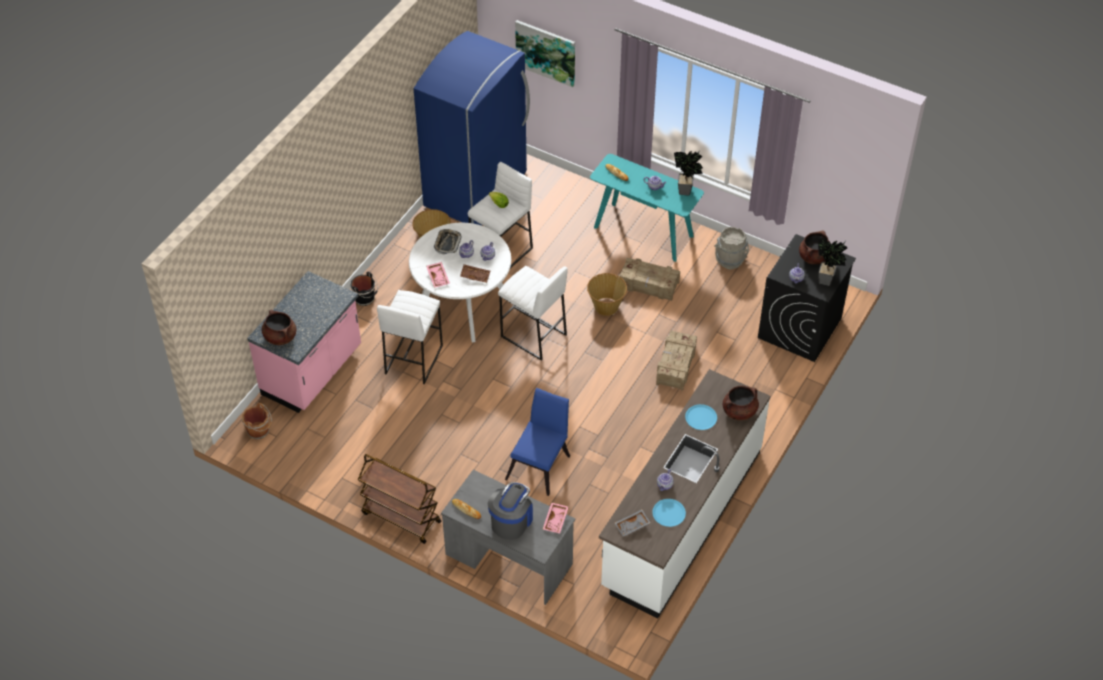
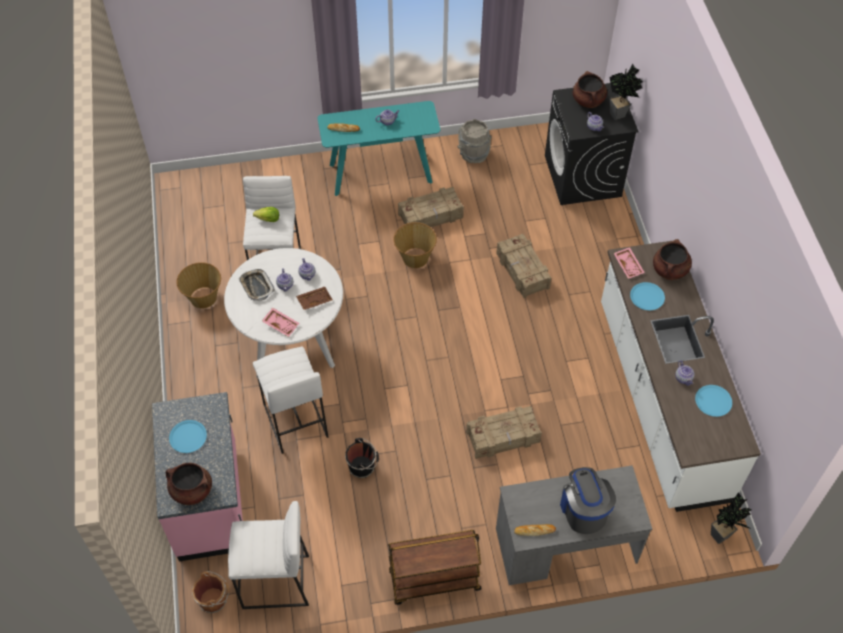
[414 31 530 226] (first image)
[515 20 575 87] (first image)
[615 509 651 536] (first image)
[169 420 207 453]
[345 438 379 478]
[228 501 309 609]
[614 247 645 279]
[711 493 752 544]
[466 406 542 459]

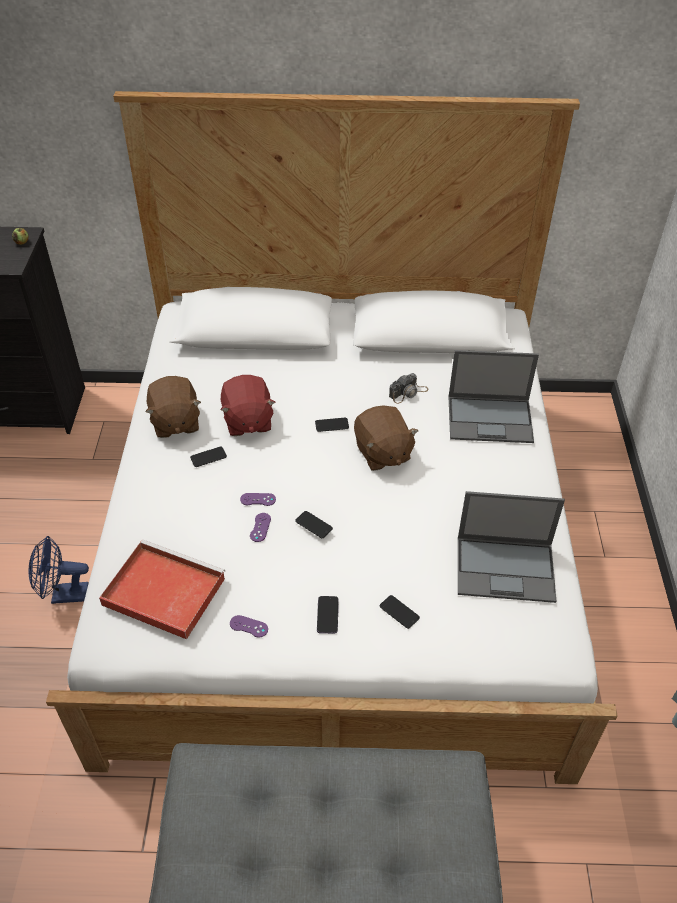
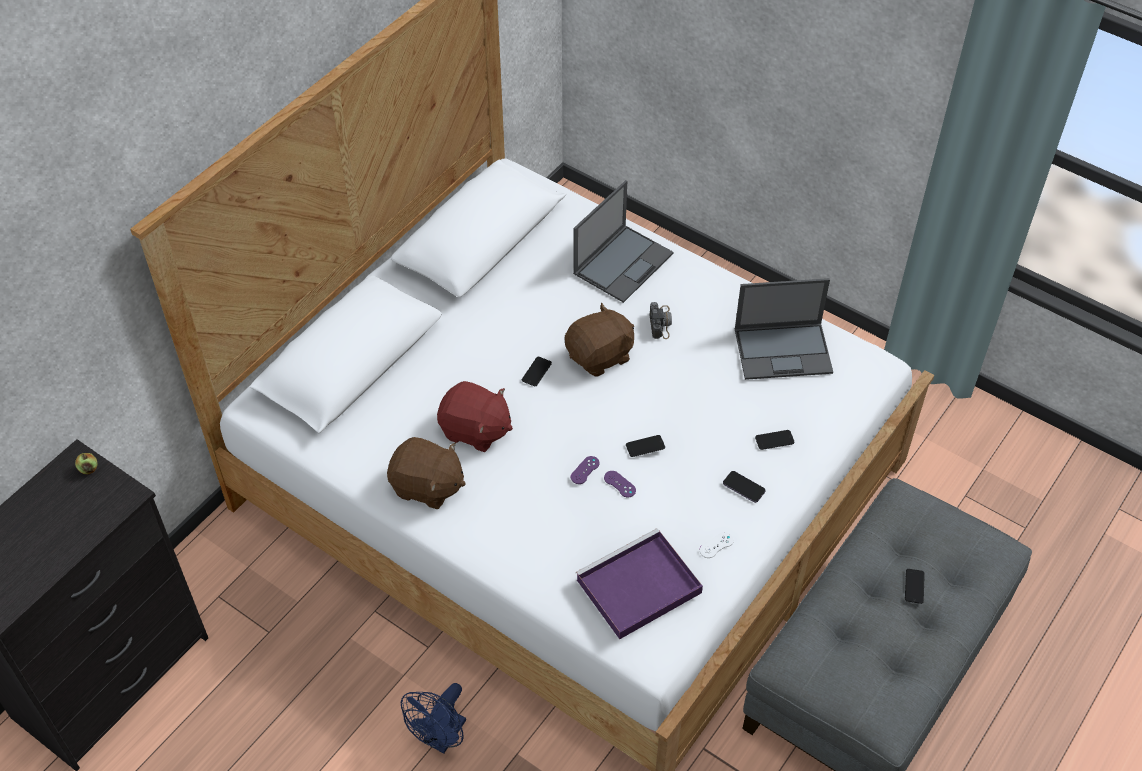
[905 569 925 604]
[649 302 672 339]
[576 528 703 639]
[700 532 734 558]
[565 303 634 377]
[735 278 833 380]

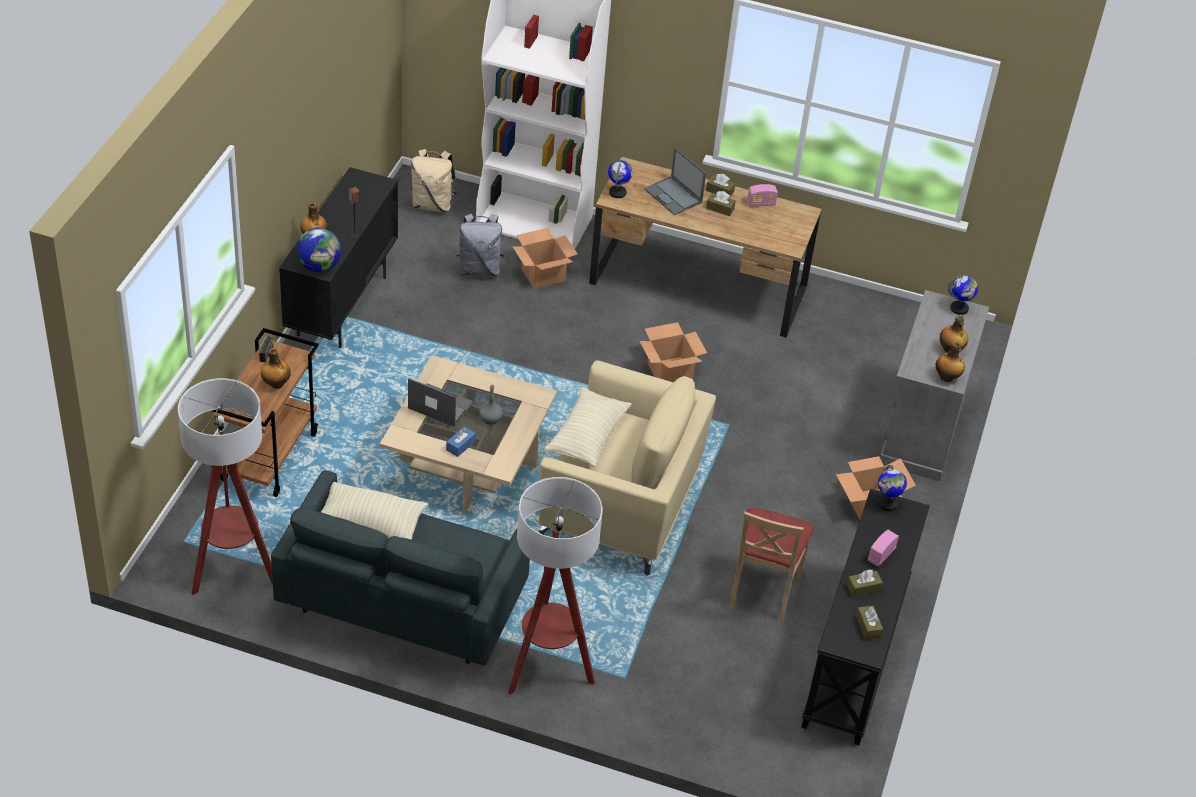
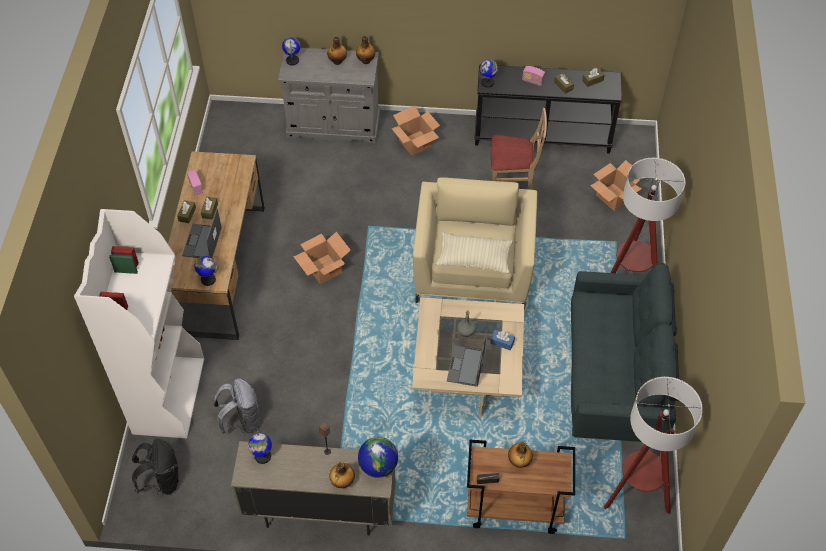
[321 482 428 540] (first image)
[248 430 272 464]
[591 160 642 211]
[231 441 396 536]
[132 439 179 495]
[182 208 222 258]

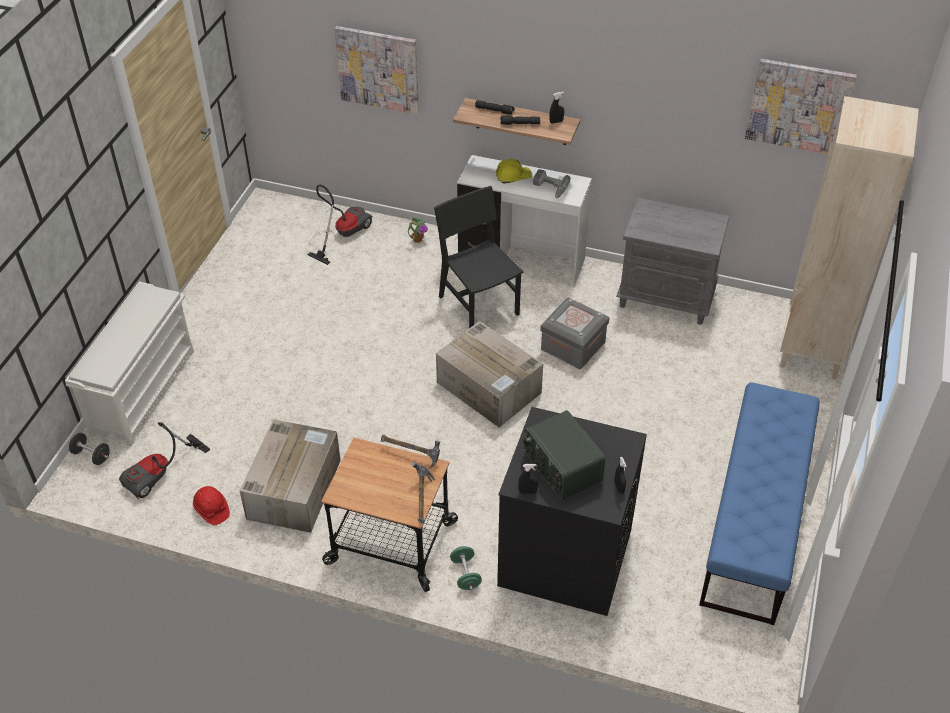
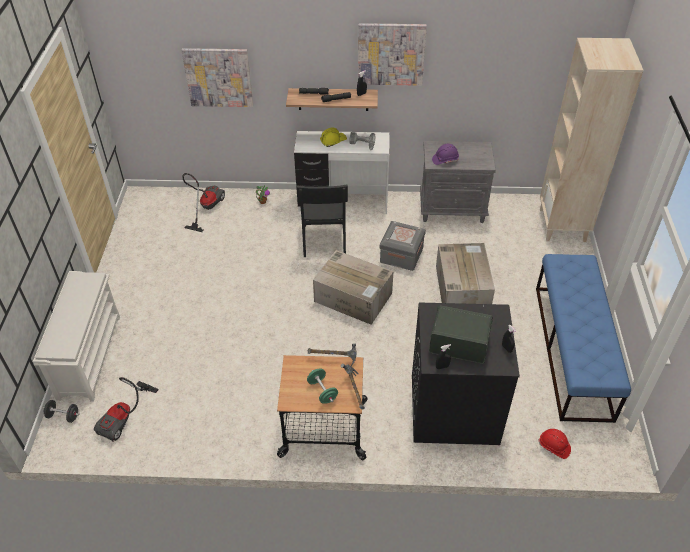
[432 144 459 165]
[539 429 571 459]
[436 243 495 304]
[307 369 338 404]
[358 23 427 86]
[296 184 348 257]
[429 306 493 364]

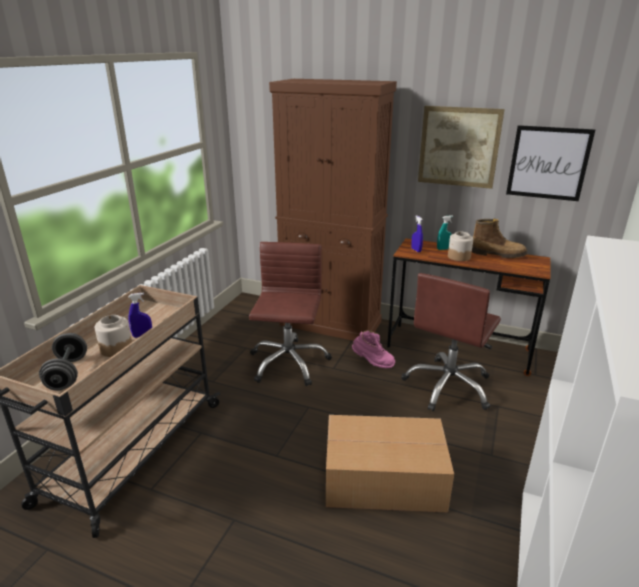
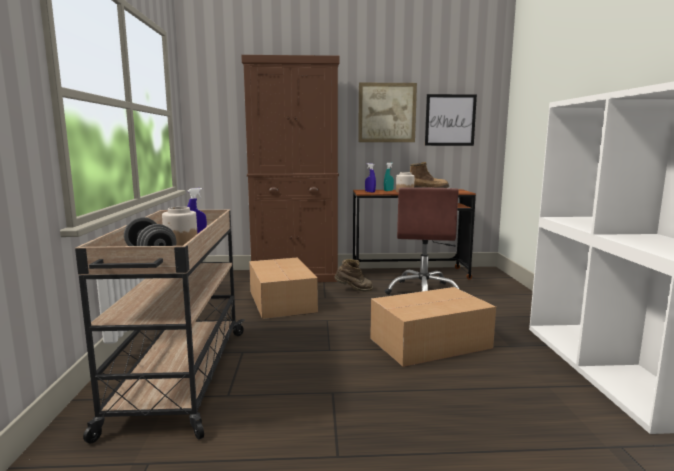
[249 257 318 319]
[334 259 373 291]

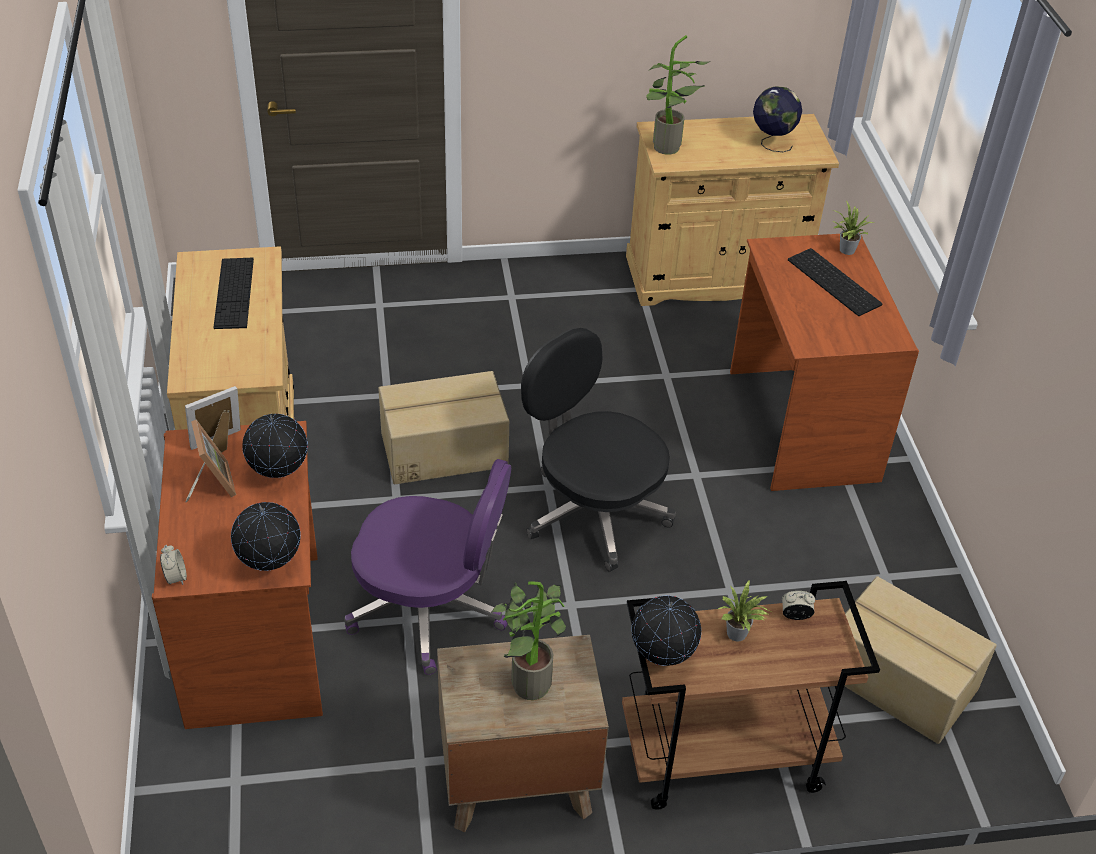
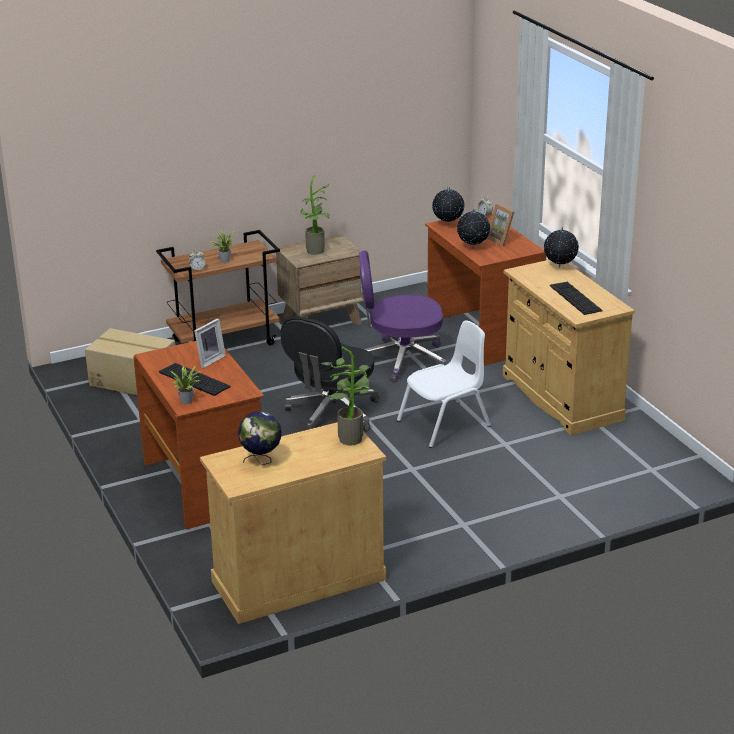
[194 318 226 368]
[544 227 579 268]
[397 320 491 448]
[280 316 379 431]

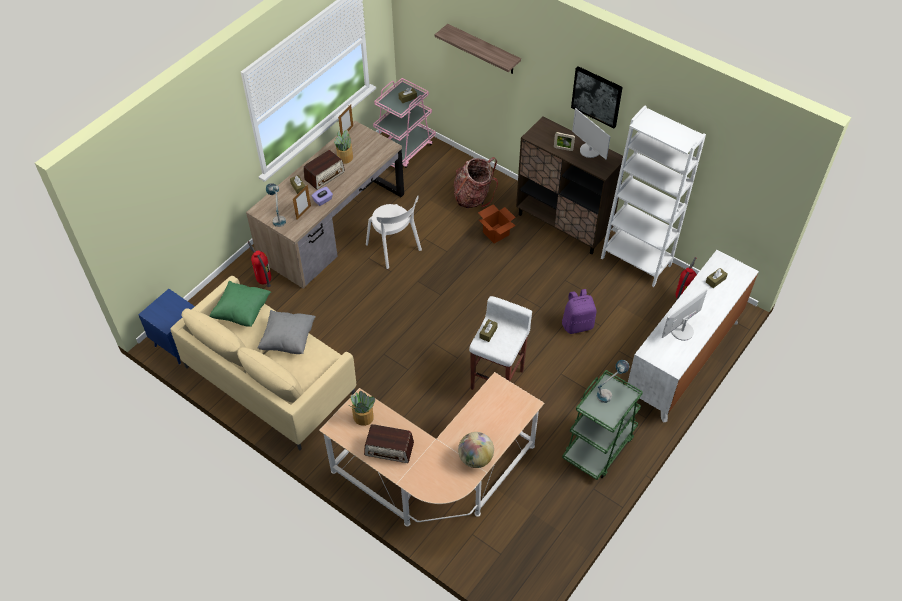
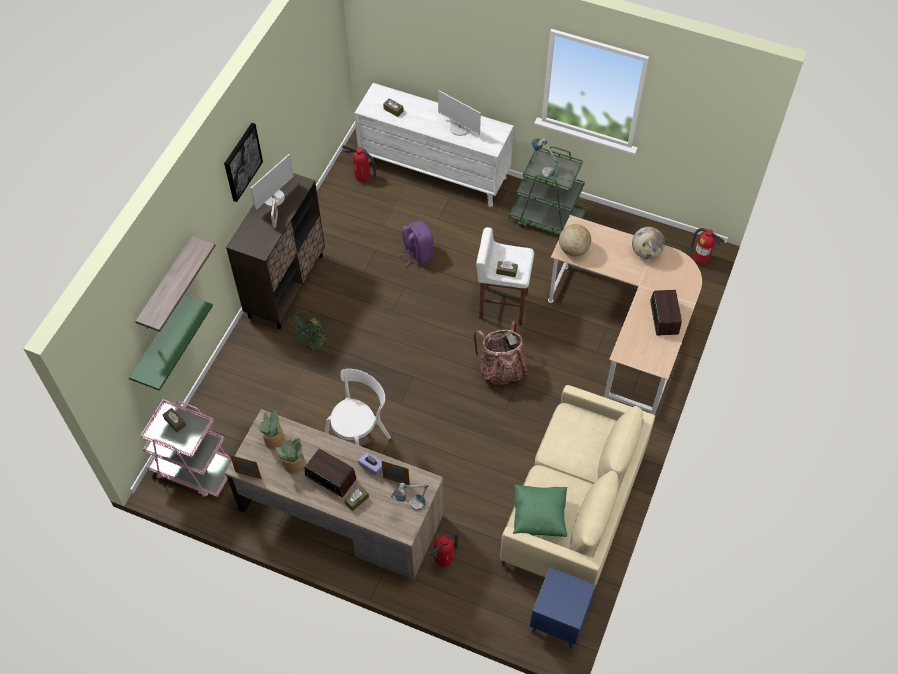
[258 310 316 354] (first image)
[601 106 706 287] (first image)
[129 294 213 391]
[559 224 591 256]
[690 228 725 264]
[259 411 284 449]
[474 320 528 388]
[289 310 332 351]

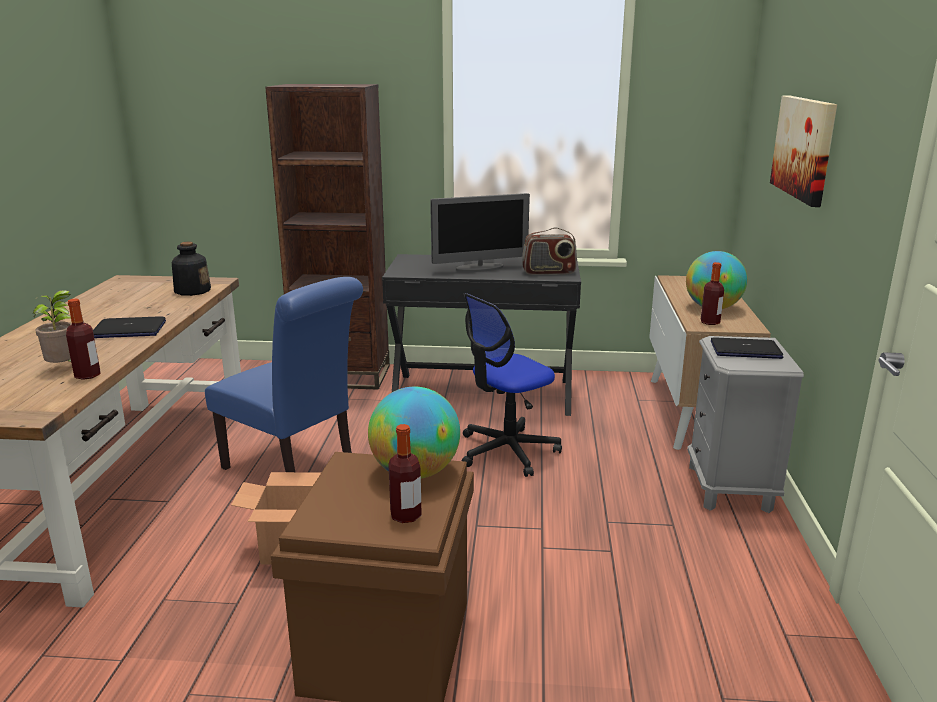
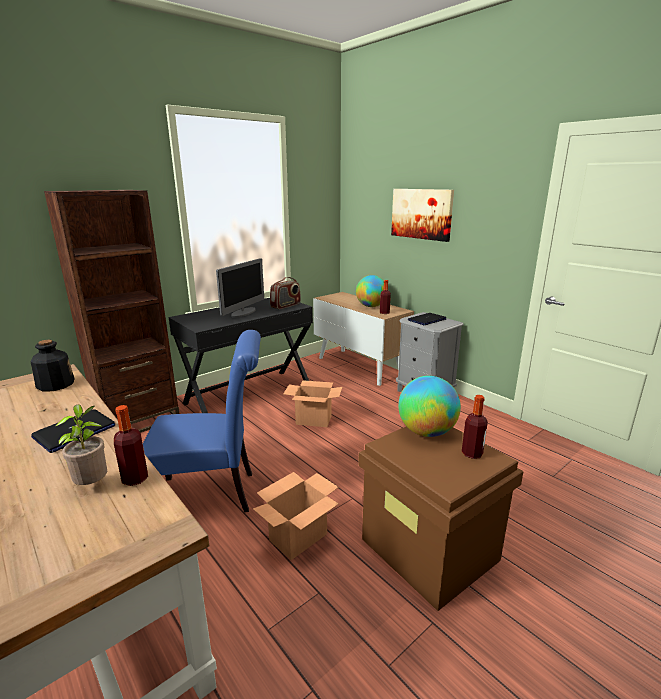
[284 380 342 427]

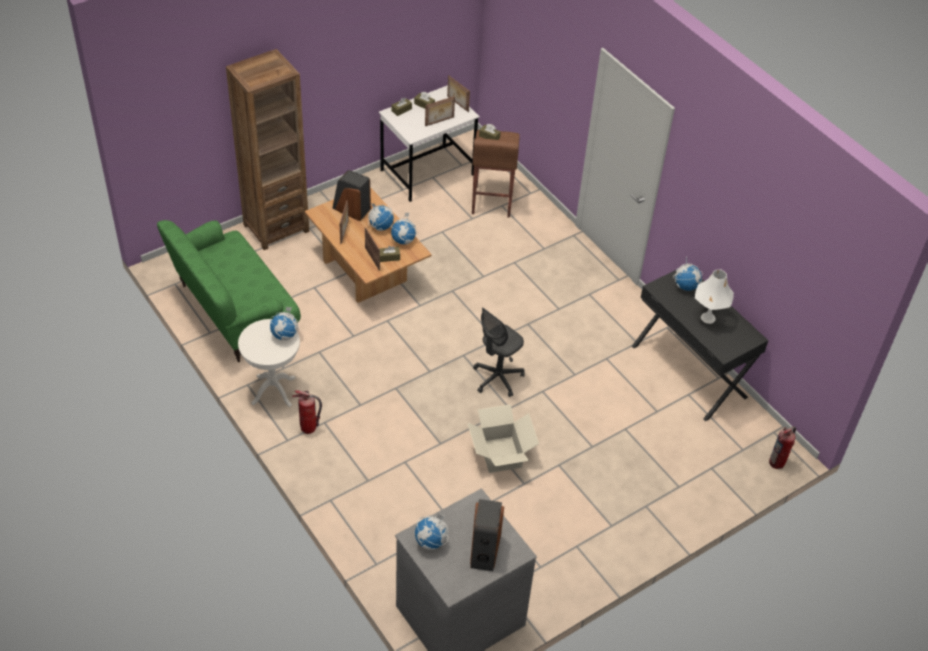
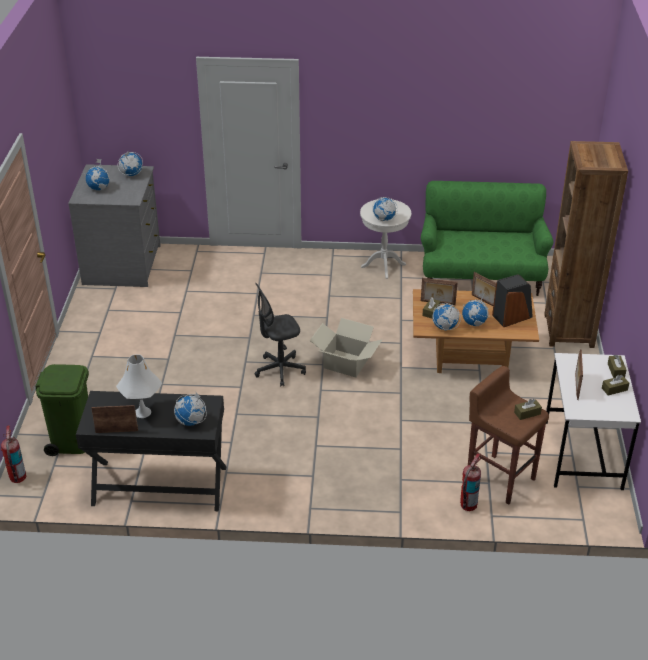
[35 364 89 456]
[460 453 481 511]
[91 405 138 433]
[310 318 382 377]
[85 159 110 190]
[254 283 306 386]

